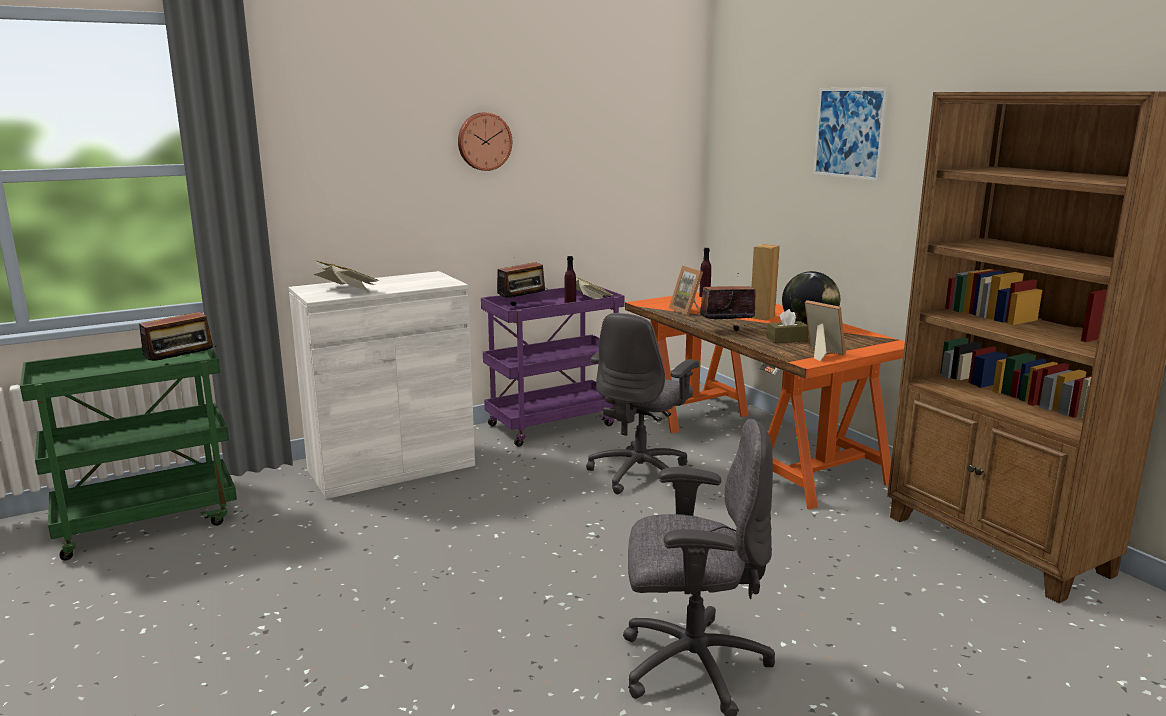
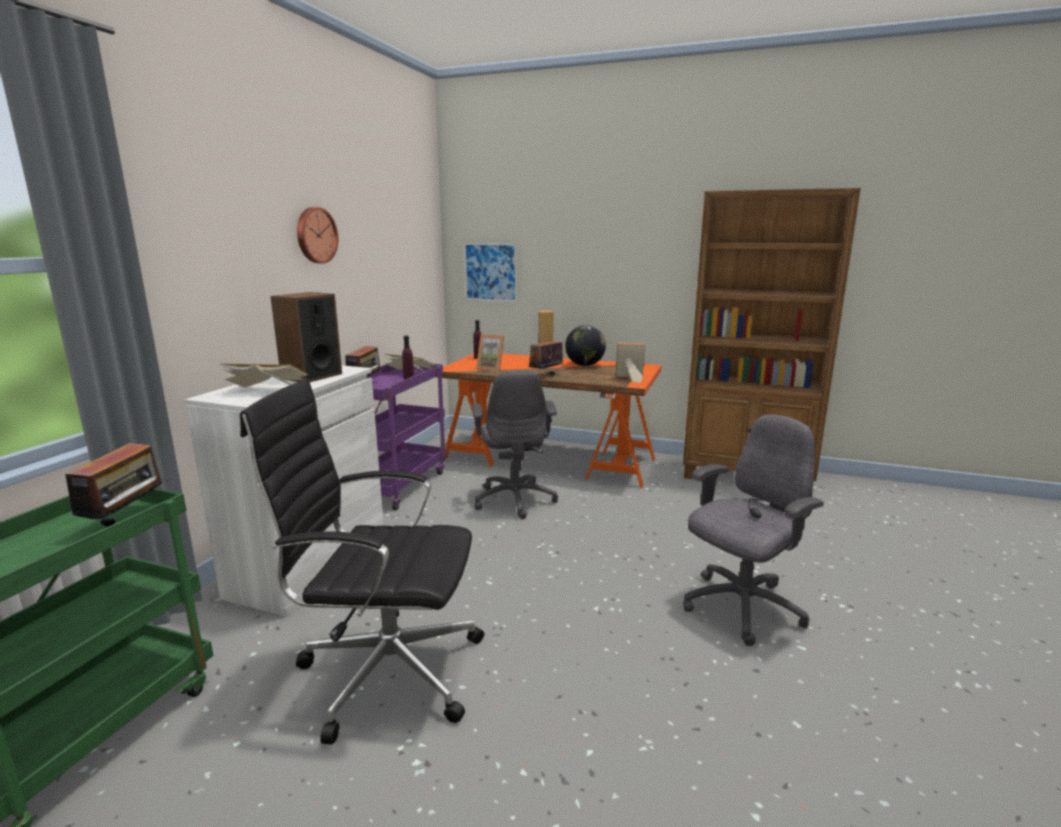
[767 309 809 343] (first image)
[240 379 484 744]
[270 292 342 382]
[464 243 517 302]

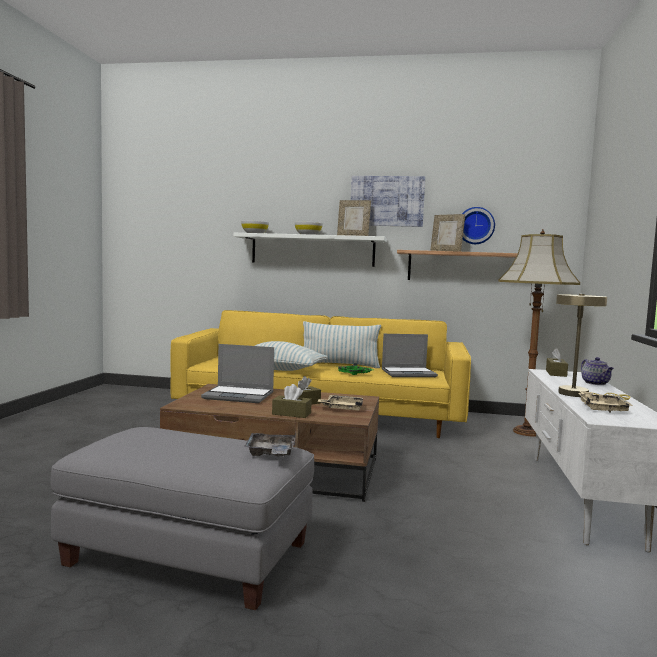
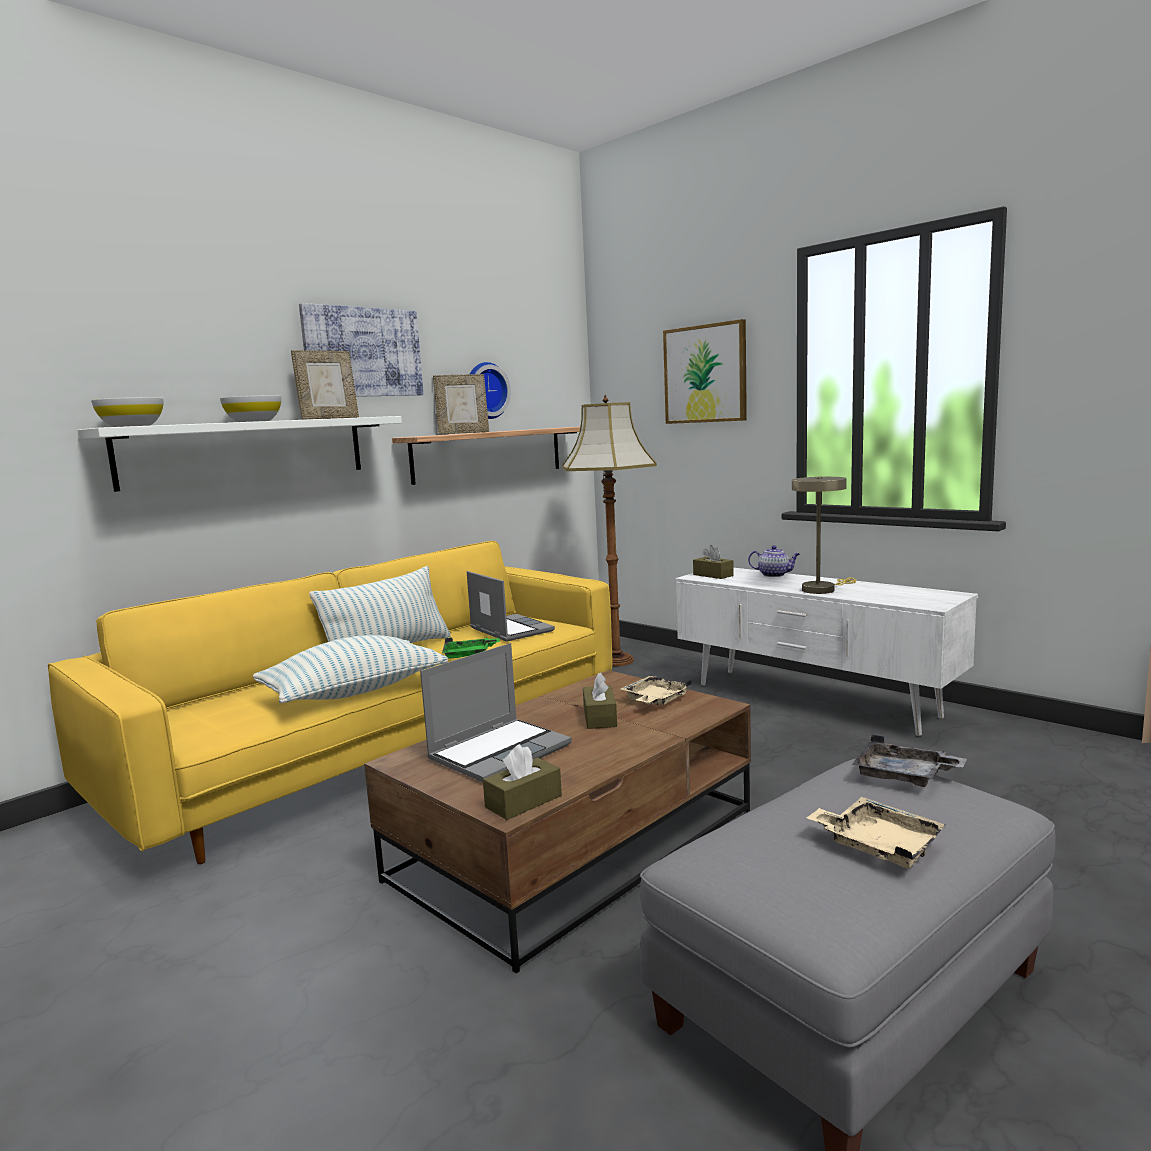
[663 319 747 424]
[483 744 562 820]
[806 797 946 868]
[467 571 555 642]

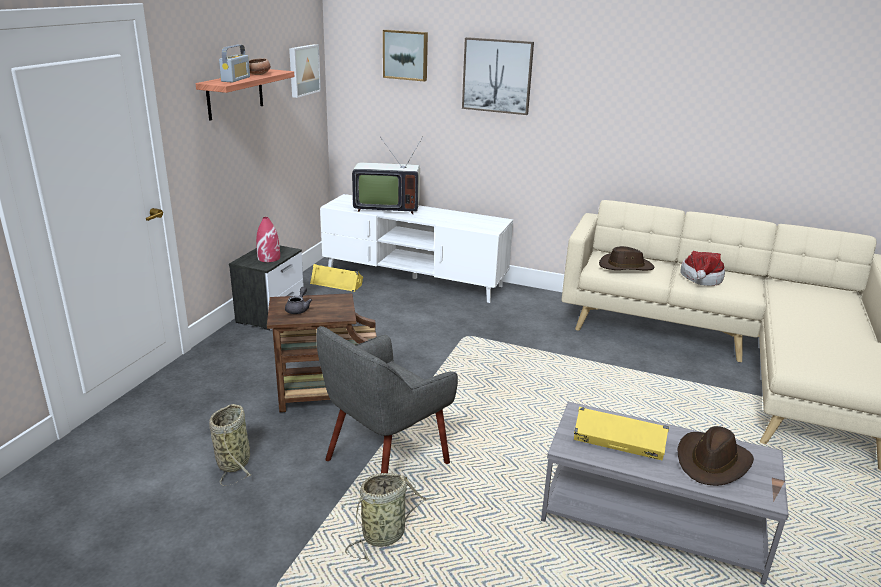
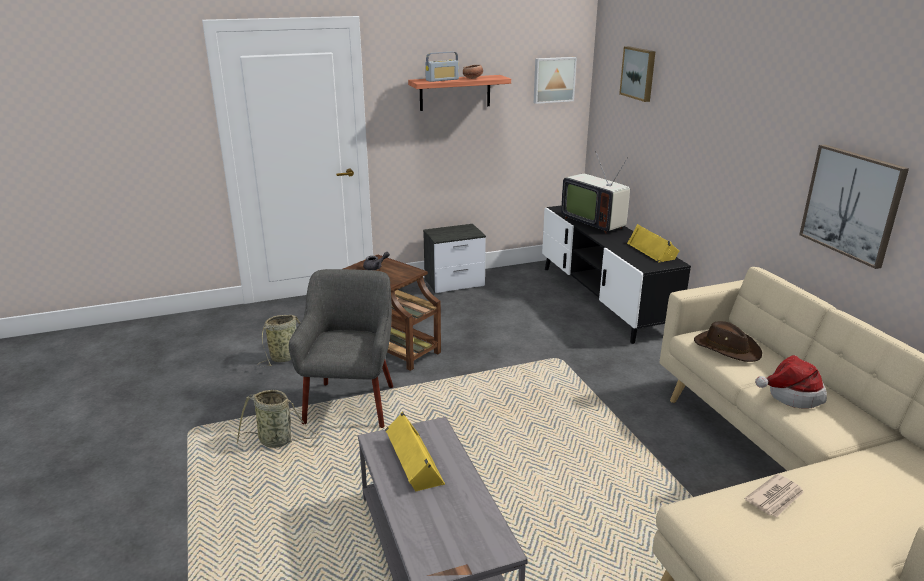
[256 217 280 262] (first image)
[677 426 754 486] (first image)
[745 474 804 518]
[627 224 679 262]
[799 144 909 269]
[542 206 691 344]
[289 269 393 428]

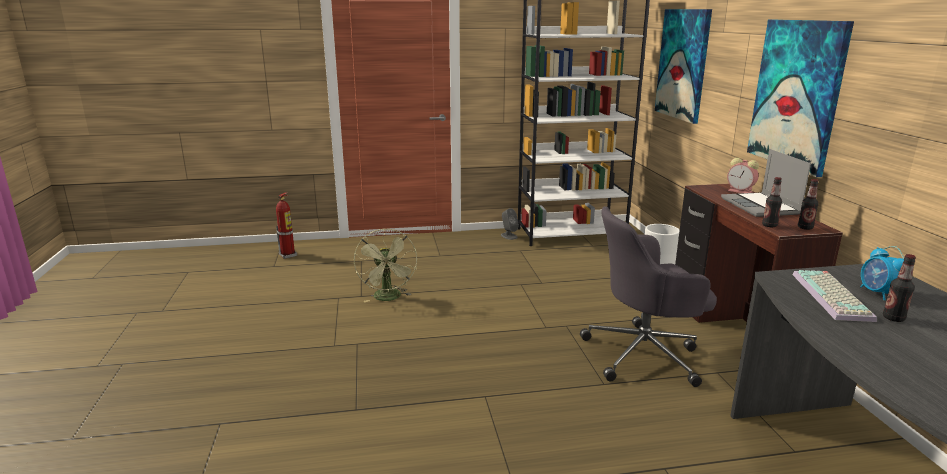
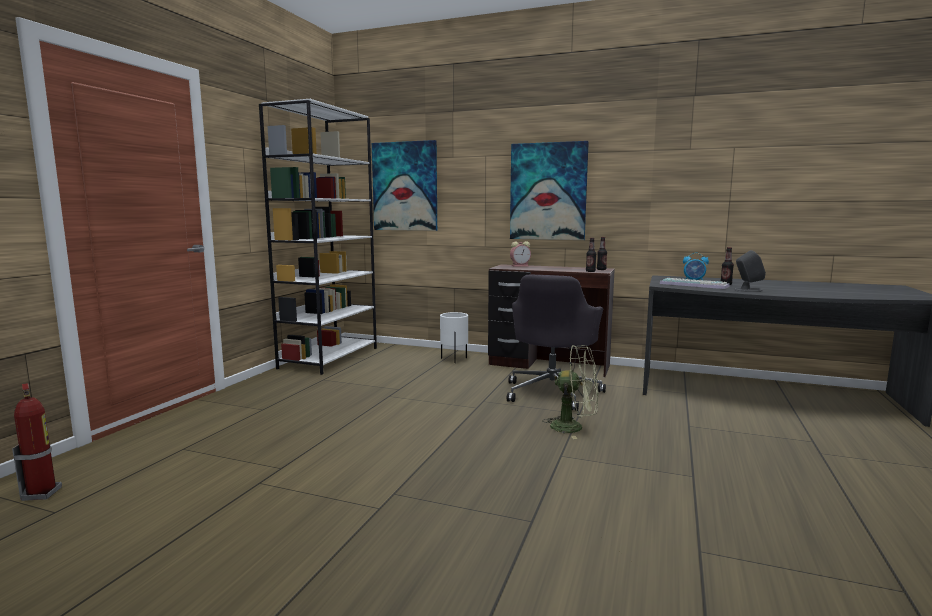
[721 149 811 217] (first image)
[542 345 599 439]
[734 250 766 292]

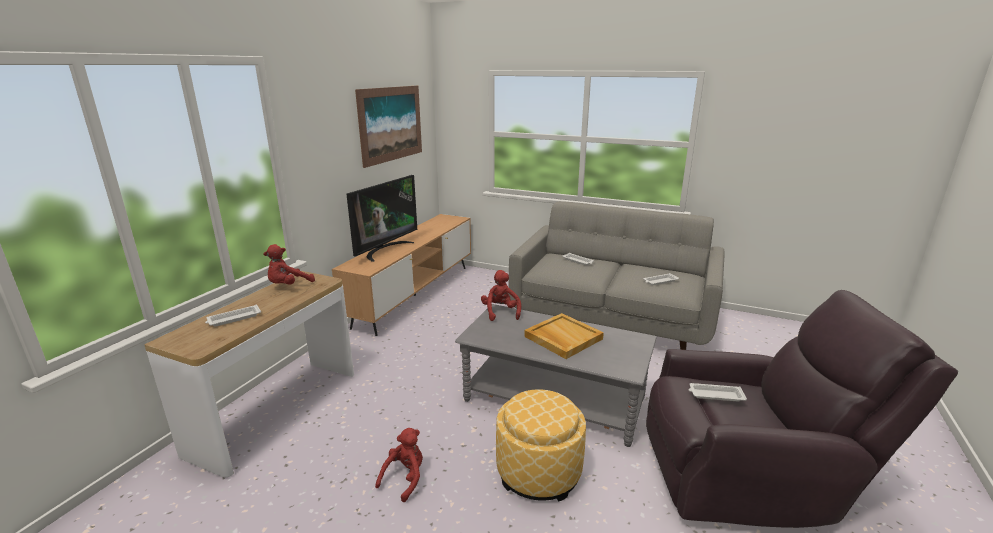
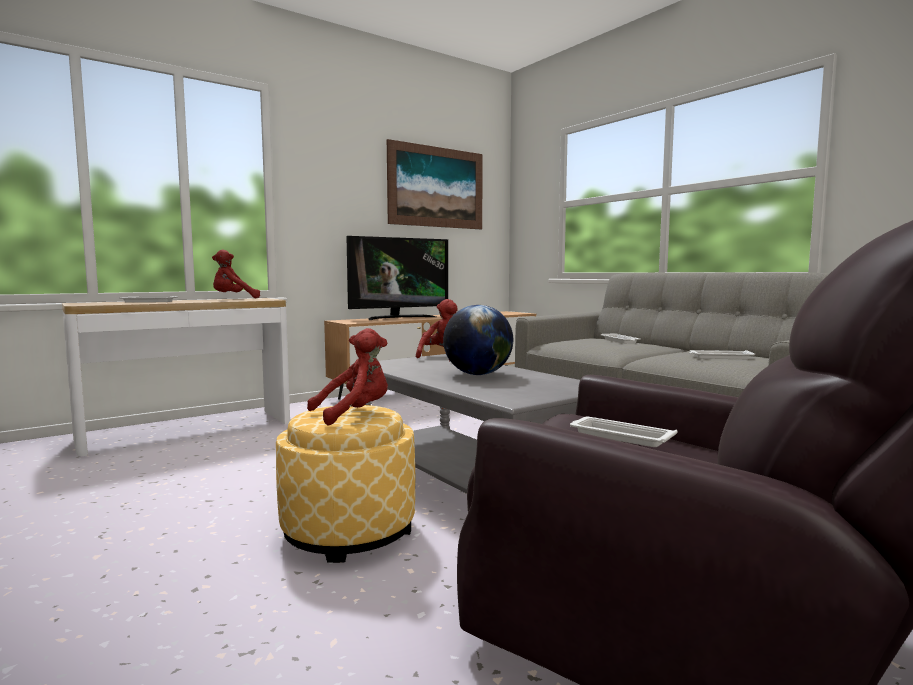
[307 328 388 425]
[443 305 513 375]

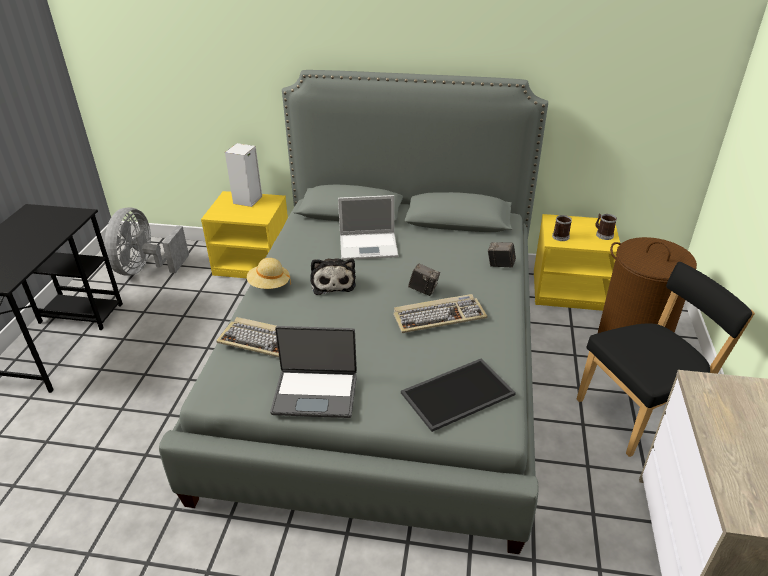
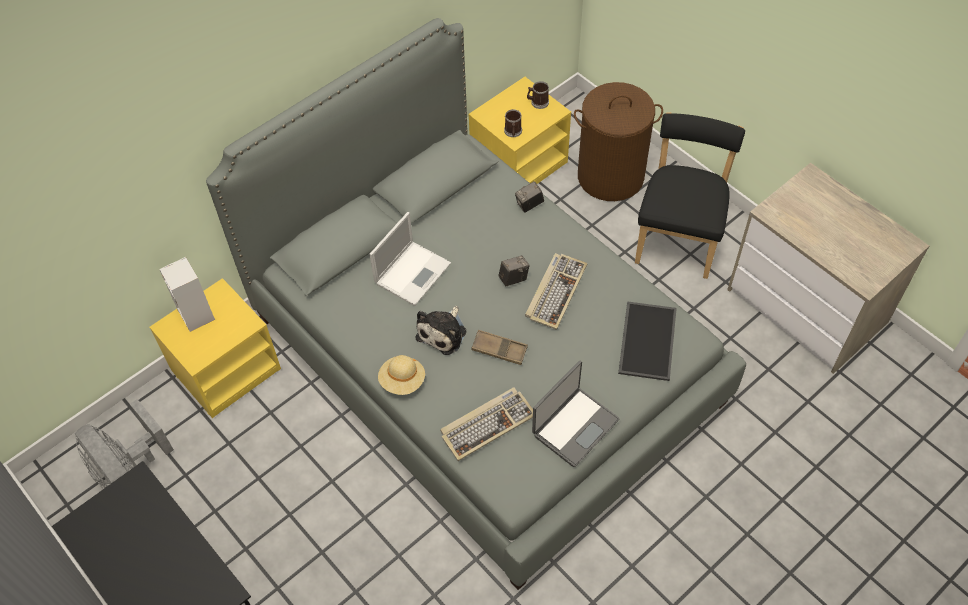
[471 330 528 365]
[416 306 466 355]

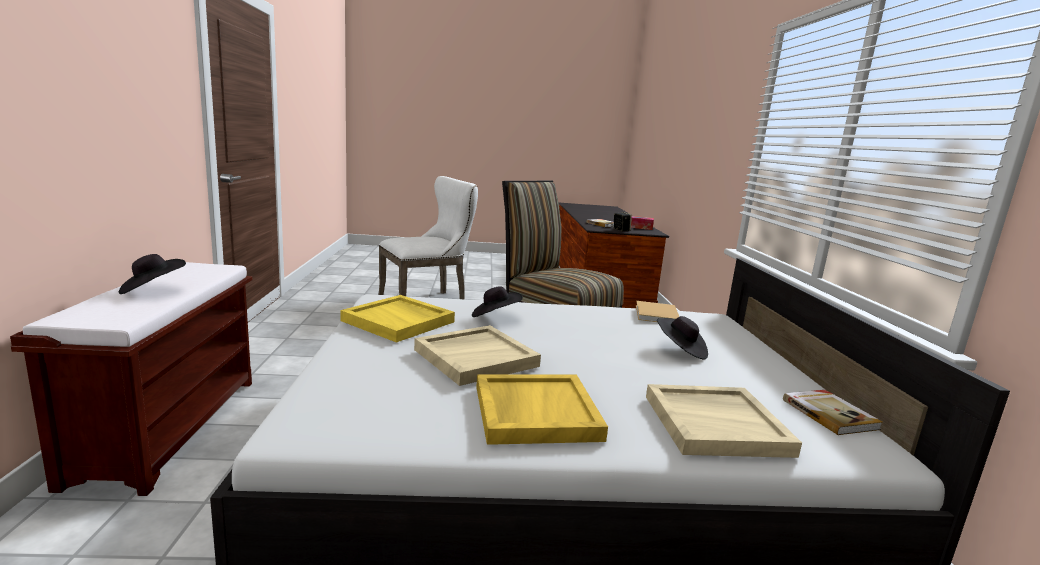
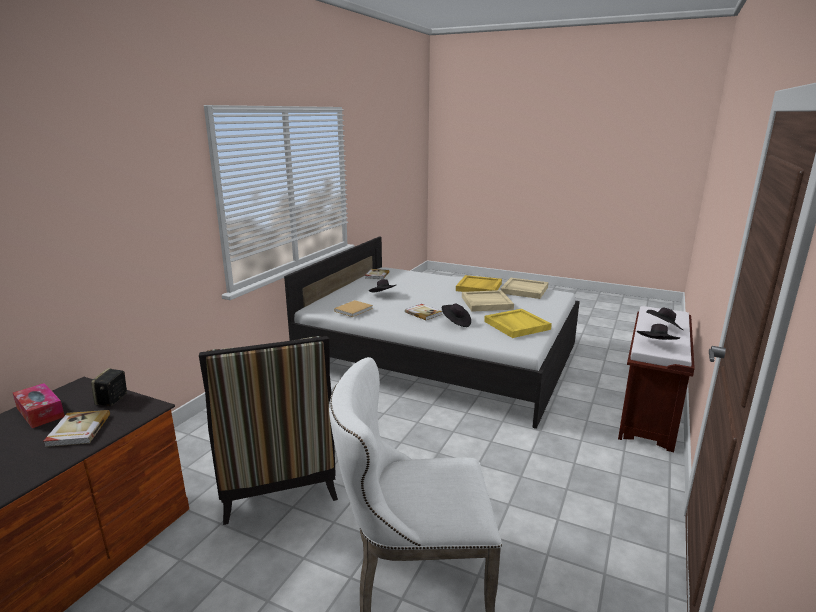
[405 304 442 320]
[637 324 680 340]
[500 278 548 299]

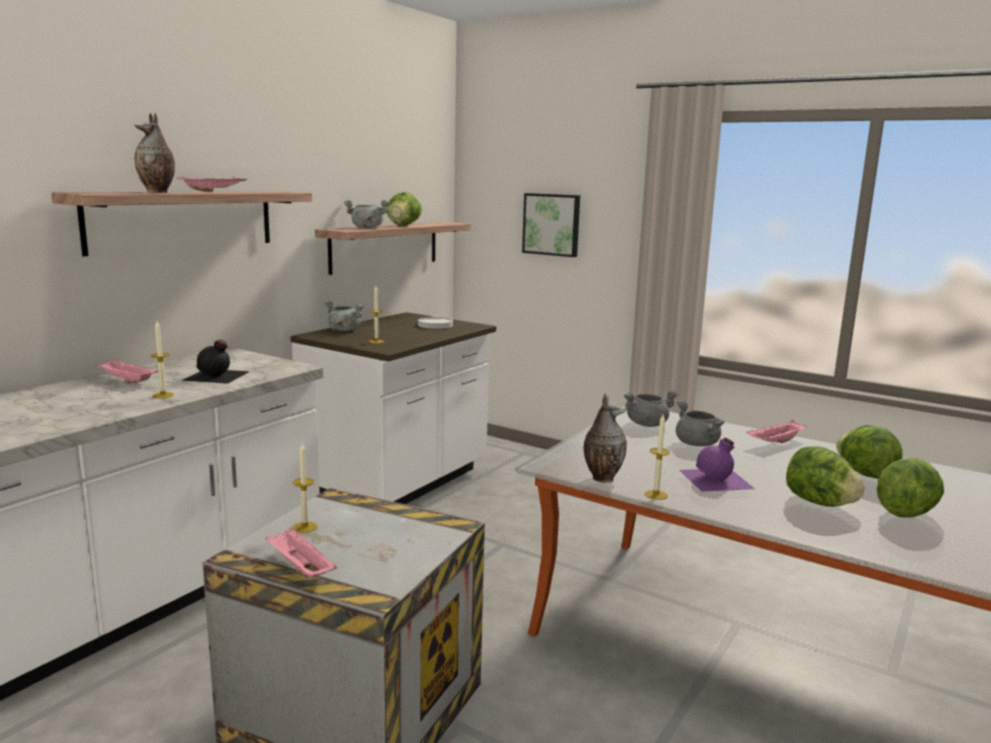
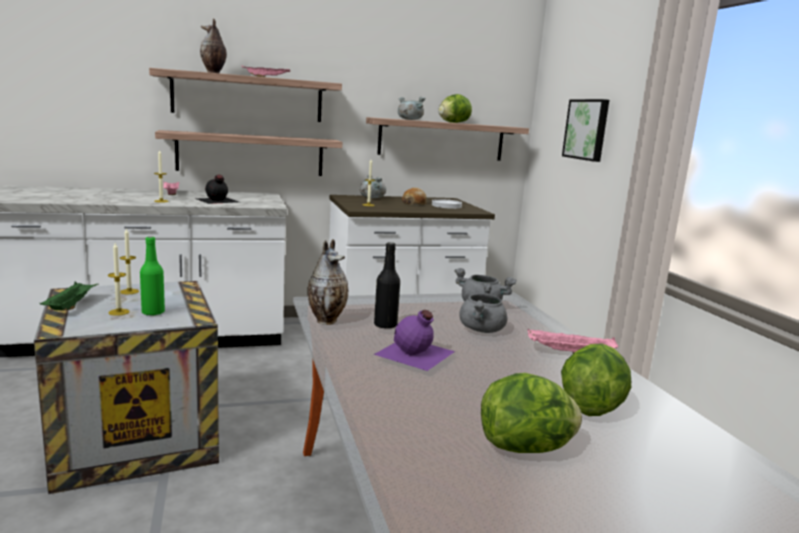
[786 446 865 507] (first image)
[140 236 165 316]
[155 130 342 176]
[374 242 400 329]
[402 188 427 205]
[108 243 130 316]
[39 281 99 311]

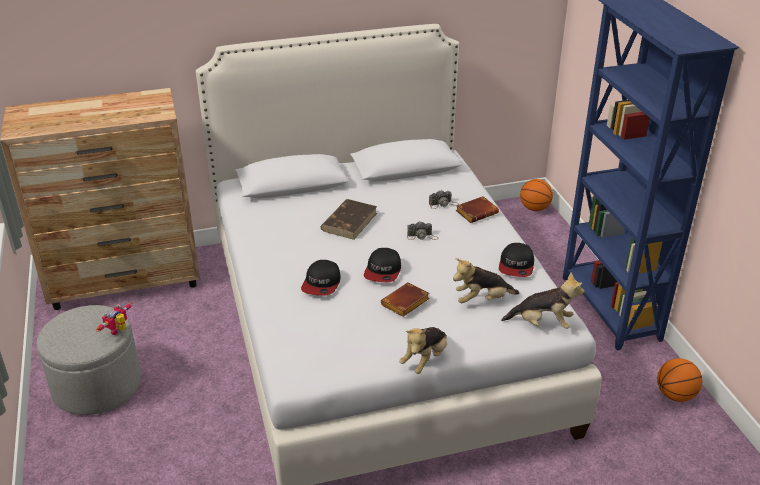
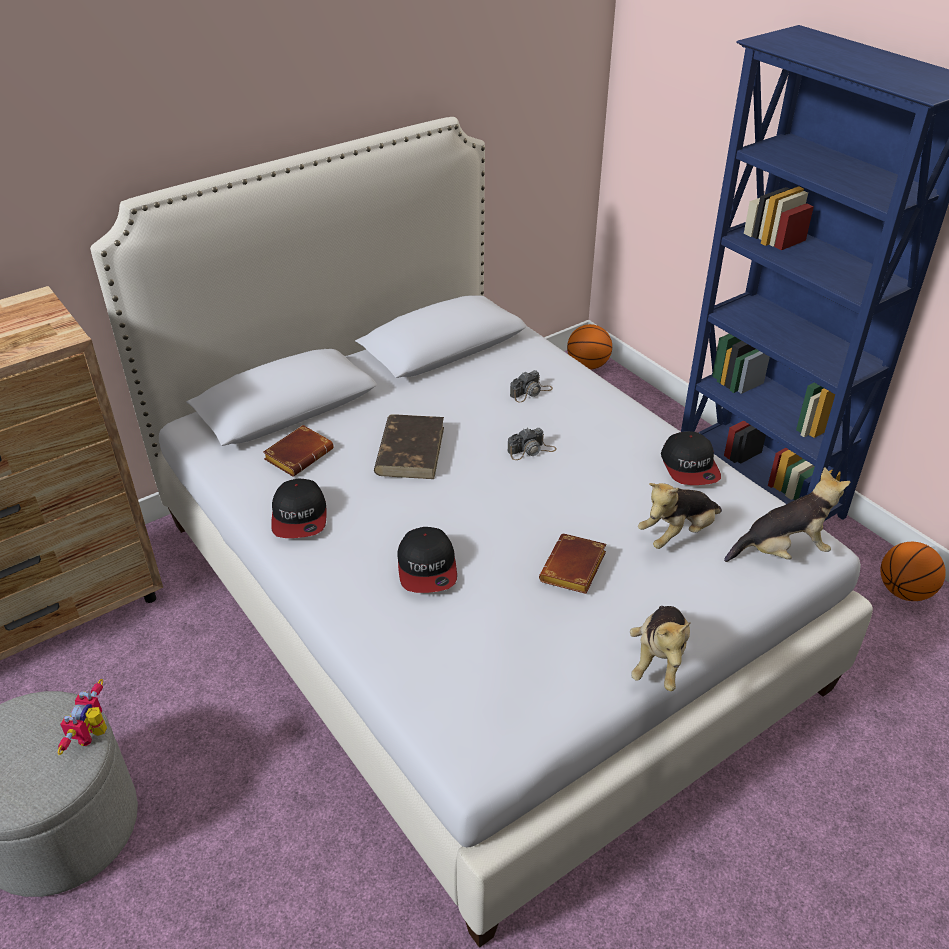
[271 479 327 538]
[263 425 334 477]

